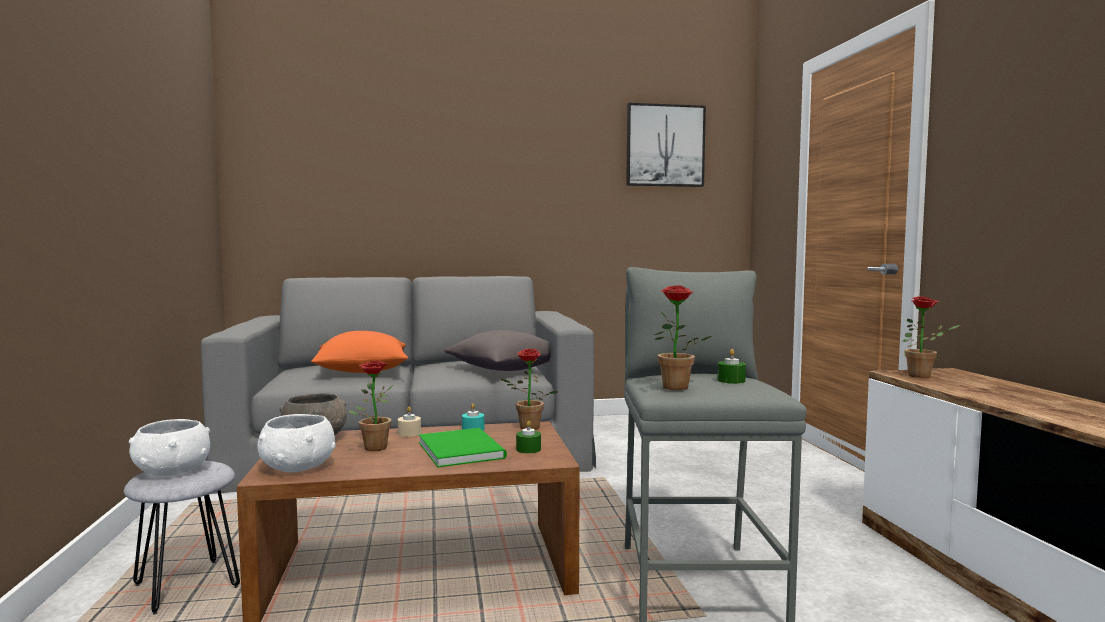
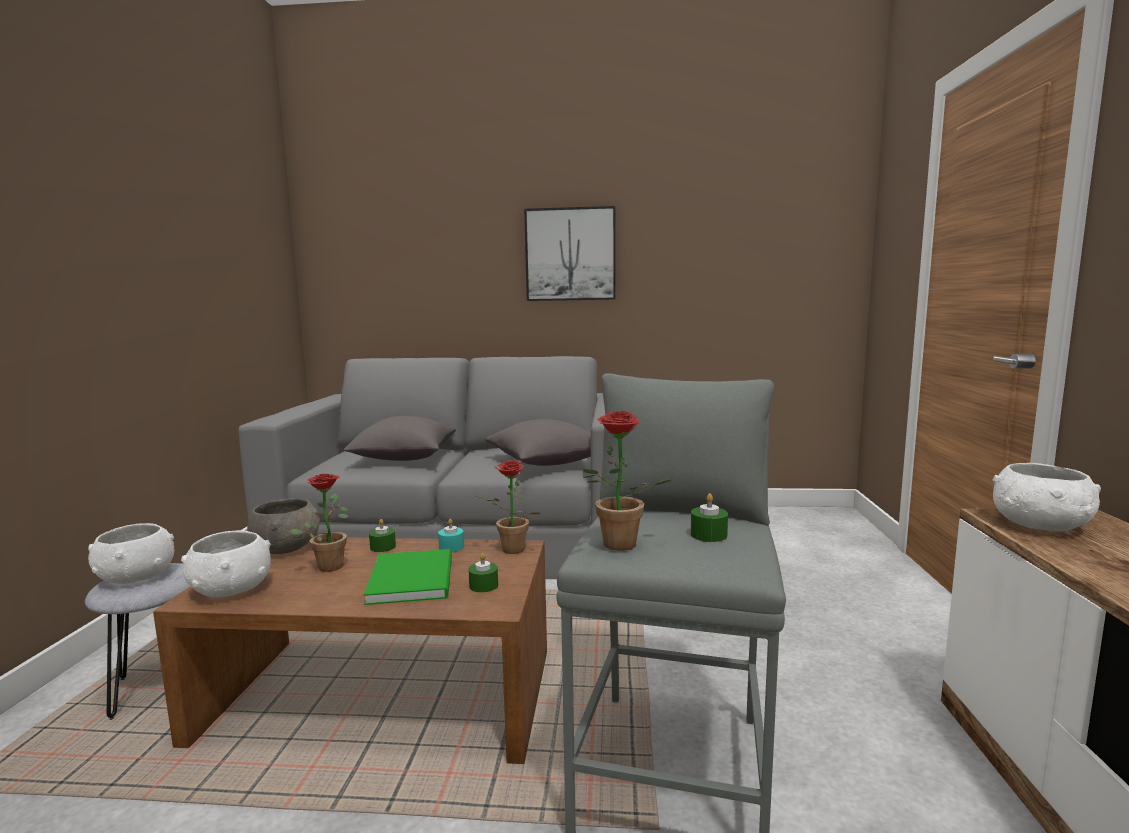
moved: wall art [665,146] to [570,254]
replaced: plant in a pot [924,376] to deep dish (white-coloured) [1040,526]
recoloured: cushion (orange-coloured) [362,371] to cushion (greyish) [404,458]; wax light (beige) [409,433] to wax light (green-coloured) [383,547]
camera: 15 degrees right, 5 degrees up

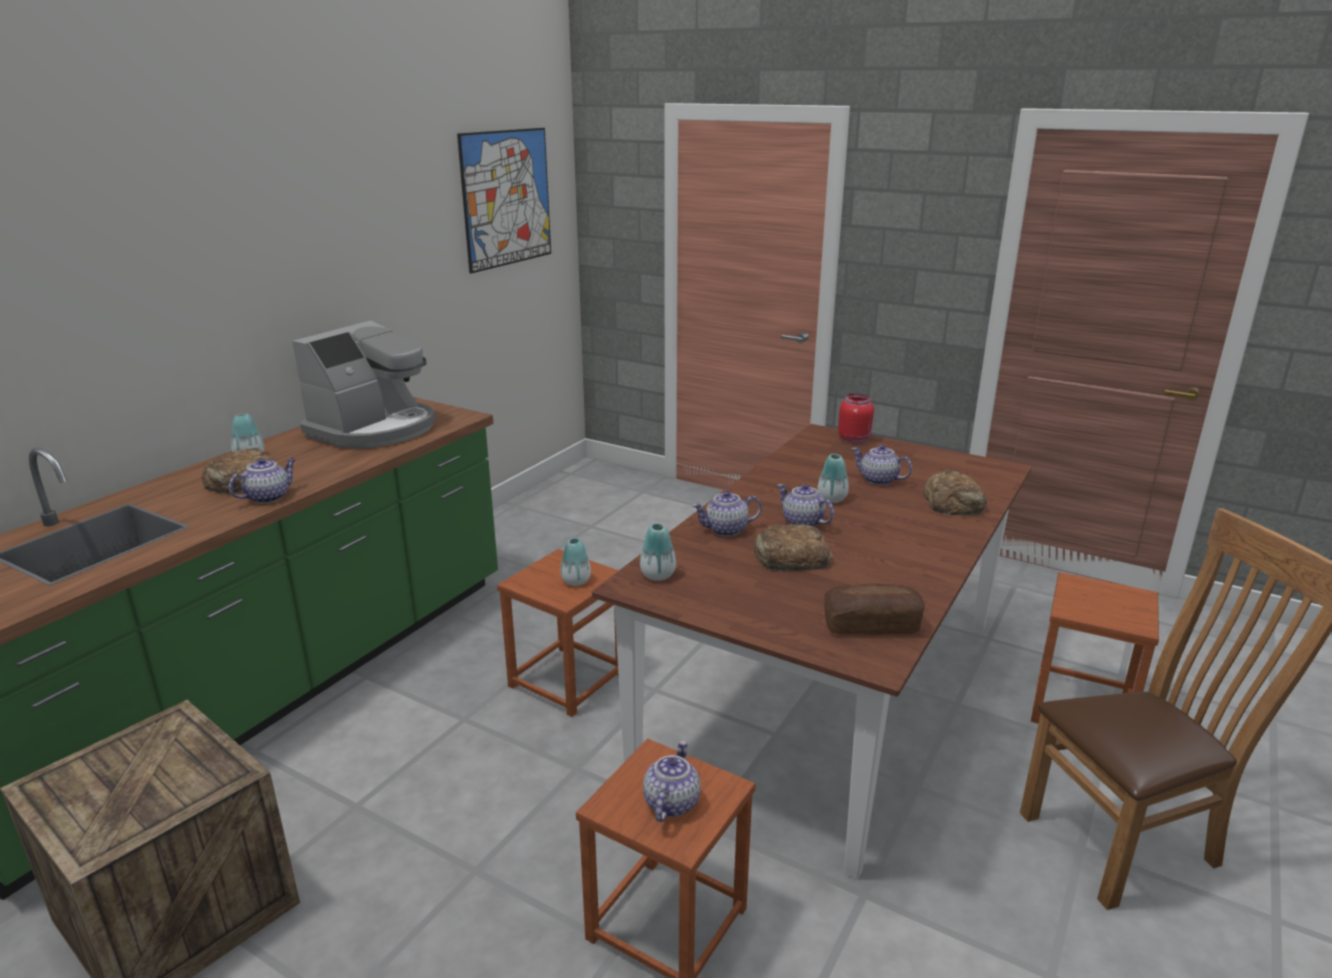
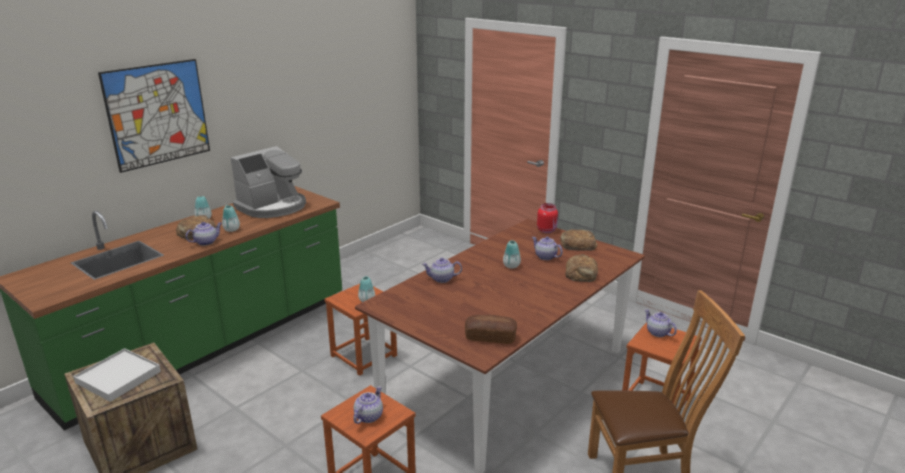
added: serving tray (white-coloured) [118,377]
moved: wall art [507,198] to [158,114]; decorative vase [657,575] to [231,229]; bread [790,557] to [577,244]; pot for tea [802,522] to [657,332]
camera: 10 degrees right, 0 degrees up

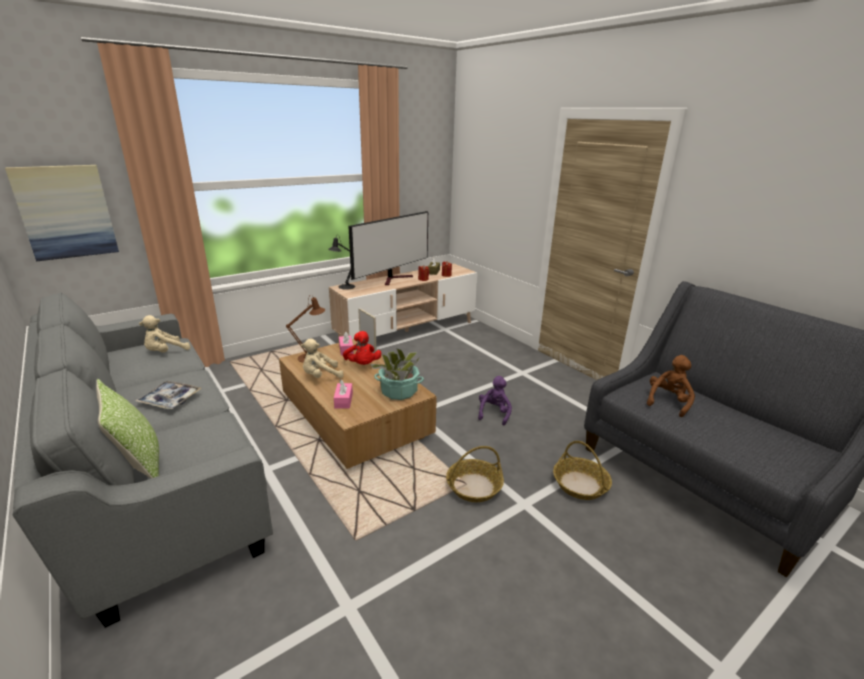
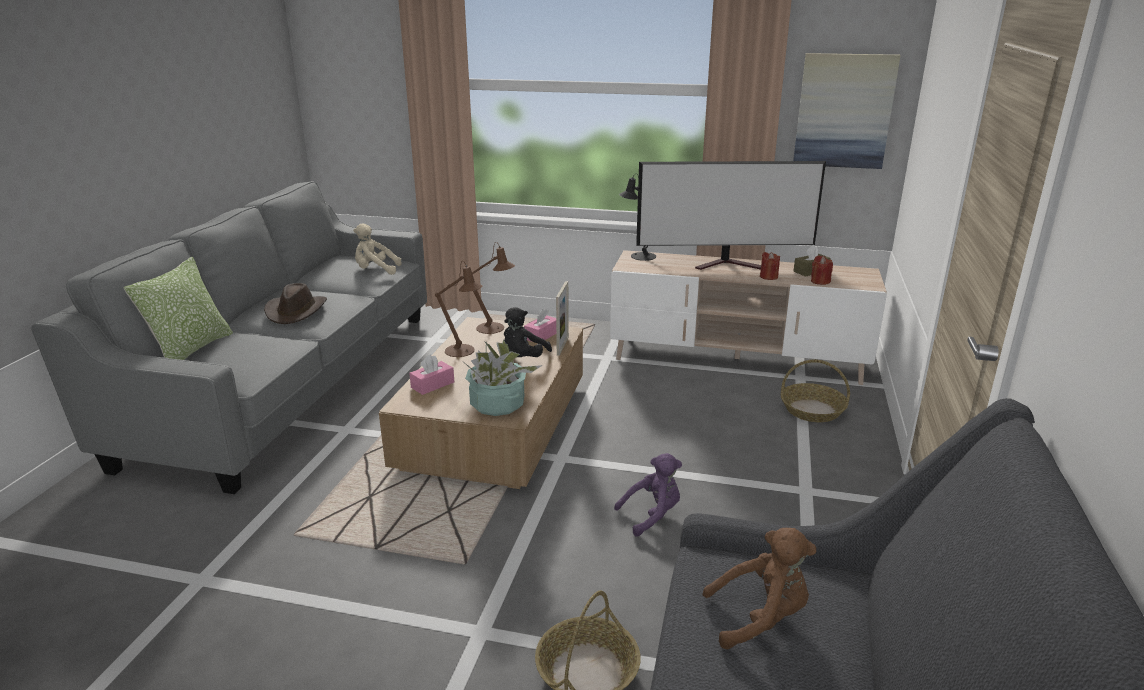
moved: wall art [66,212] to [844,111]; household basket [474,486] to [812,410]
replaced: serving tray [170,399] to clothing hat (brown) [296,311]; soft toy (beige) [321,376] to tabletop lamp (brown) [463,351]
recoloured: soft toy (red-coloured) [362,365] to soft toy (black) [523,359]
camera: 50 degrees right, 0 degrees up

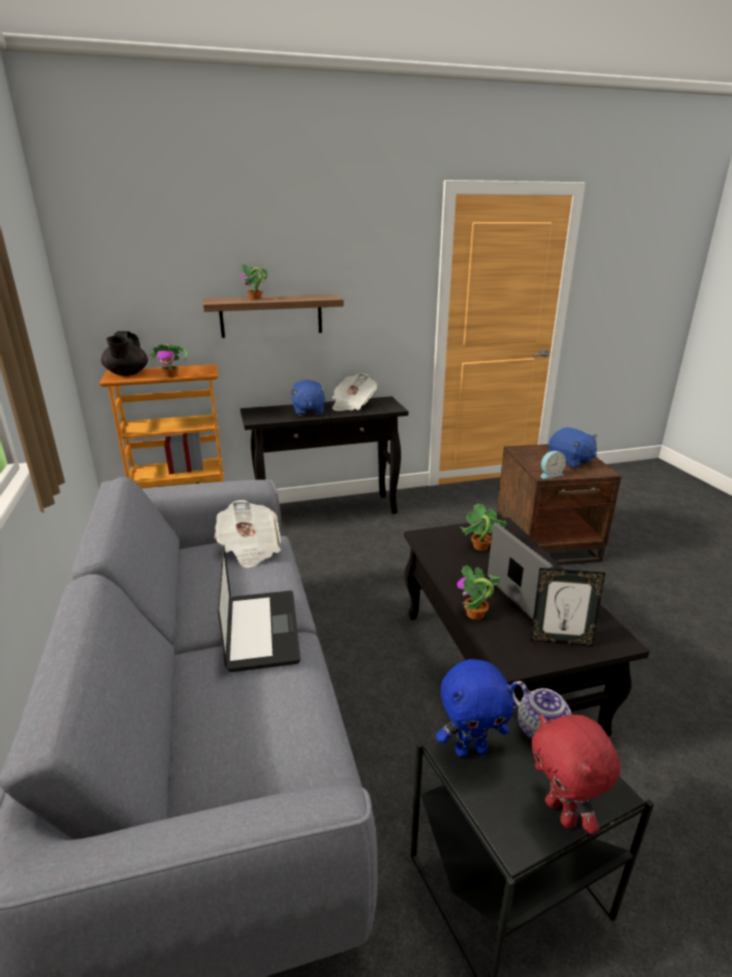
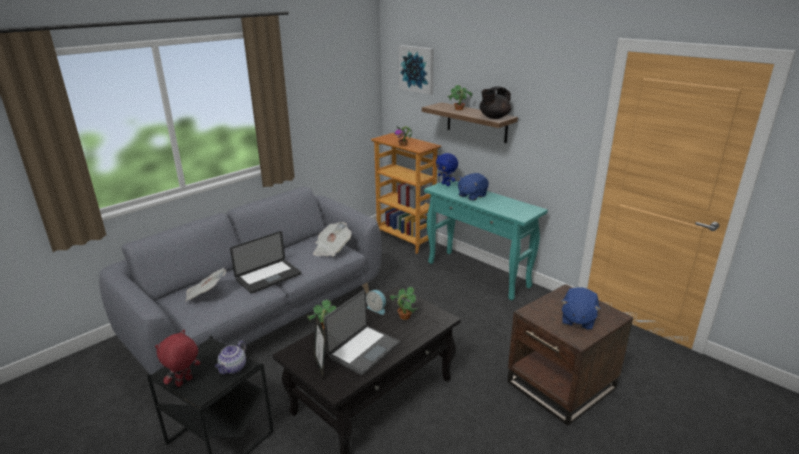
added: wall art [417,69]
moved: pot for tea (black) [127,374] to [494,117]; daily paper [352,405] to [206,294]; soft toy (blue) [470,749] to [446,184]; alarm clock [550,474] to [377,309]
recoloured: console table (black) [328,512] to console table (blue-green) [478,274]
camera: 60 degrees right, 0 degrees up

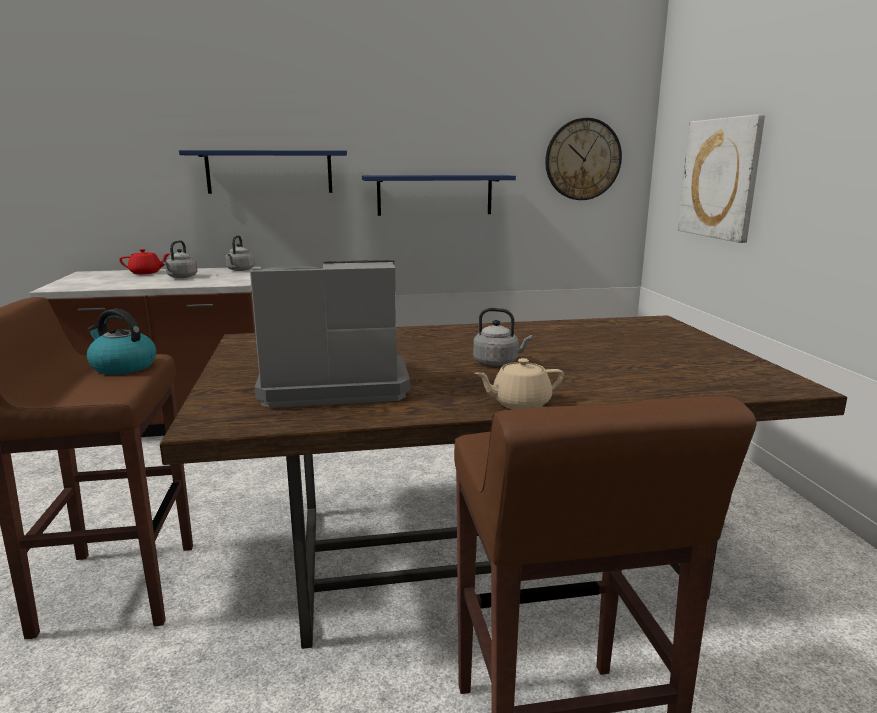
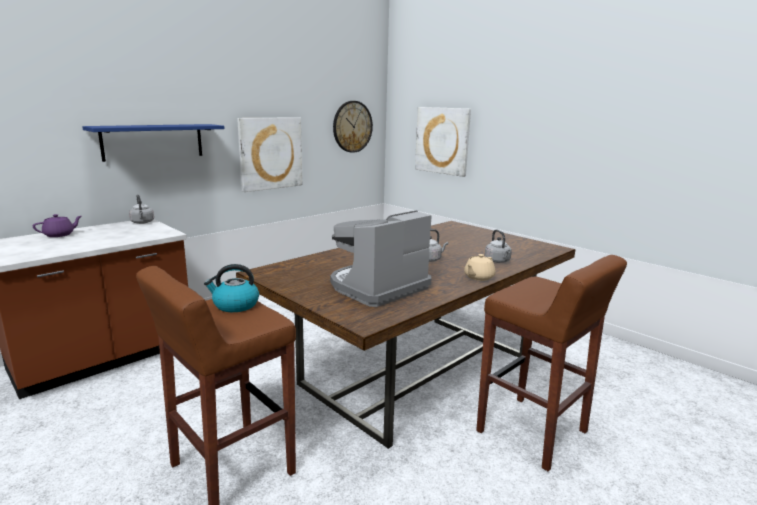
moved: kettle (greyish) [181,277] to [498,261]
replaced: bracket shelf (blue) [435,195] to wall art [270,153]
recoloured: pot for tea (red-coloured) [146,273] to pot for tea (purple) [59,235]
camera: 35 degrees left, 0 degrees up

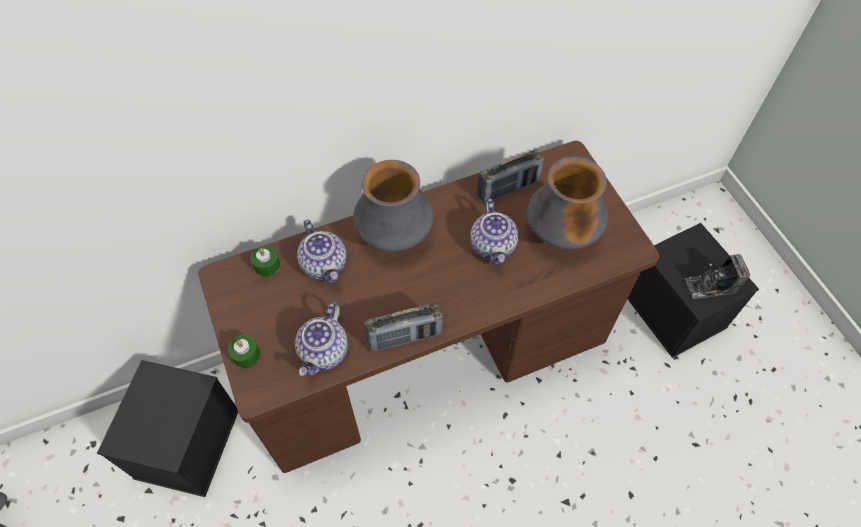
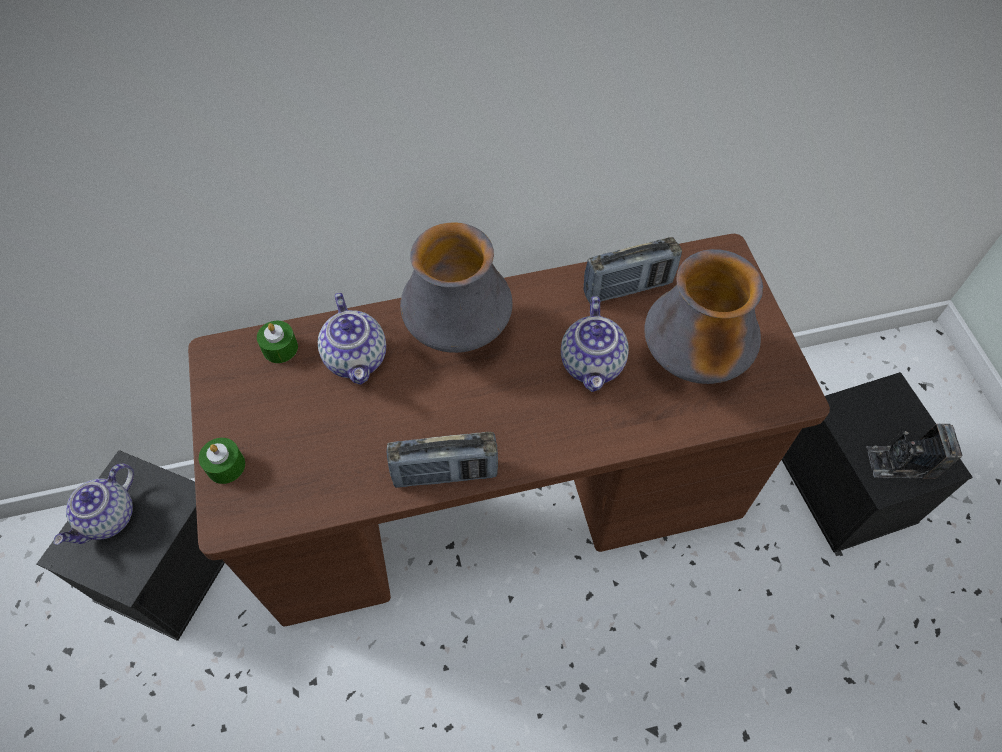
moved: pot for tea [324,352] to [109,518]
camera: 10 degrees right, 0 degrees up

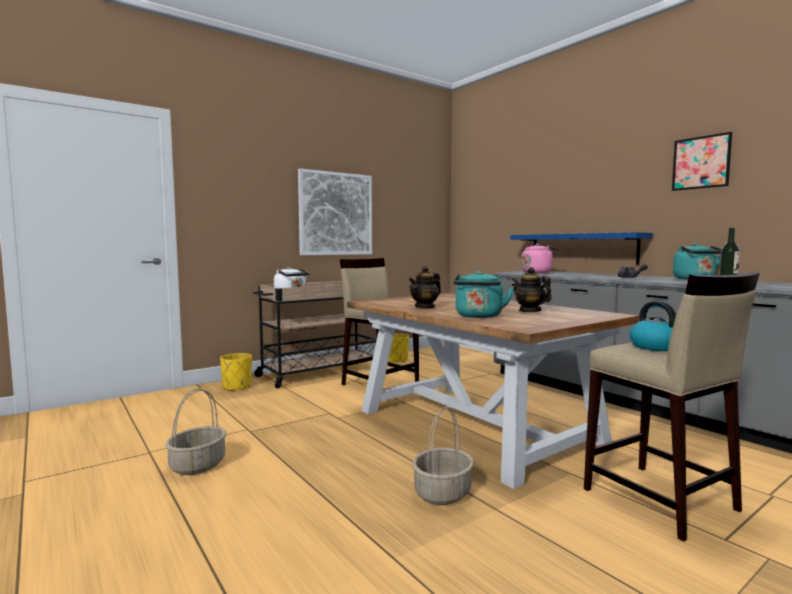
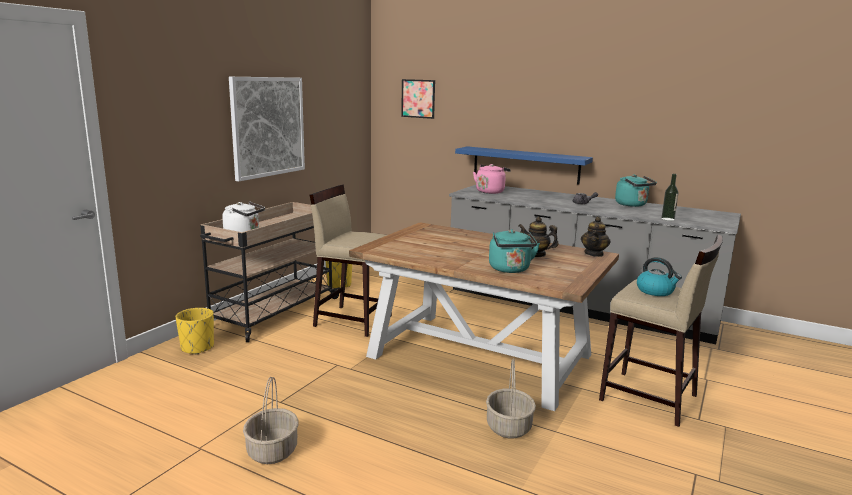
moved: pot for tea [425,307] to [594,254]; wall art [701,162] to [418,98]
camera: 25 degrees left, 10 degrees up

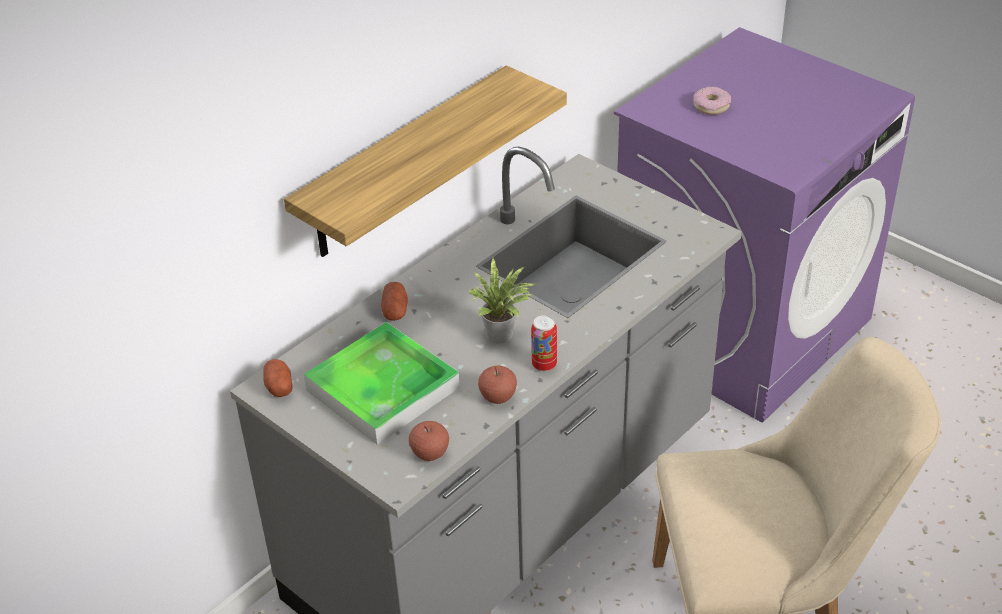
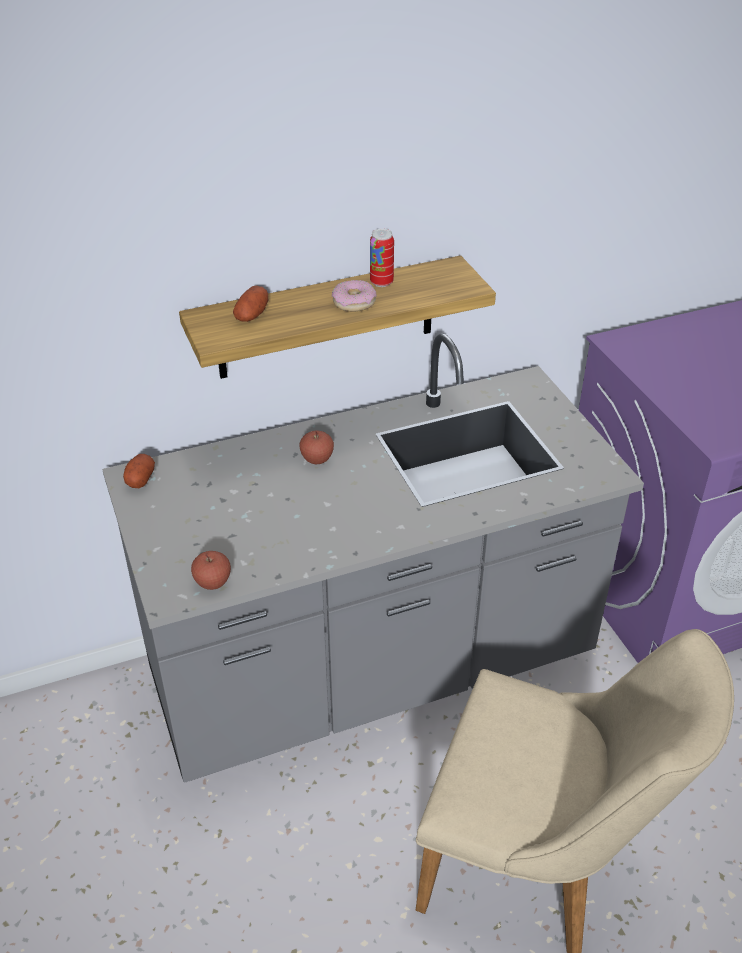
removed: serving tray [382,388]; plant in a pot [502,335]
moved: whole potato [395,310] to [252,315]; apple fruit [498,397] to [317,459]; sealed can [544,365] to [381,282]; doughnut [711,106] to [354,302]
camera: 25 degrees right, 0 degrees up

